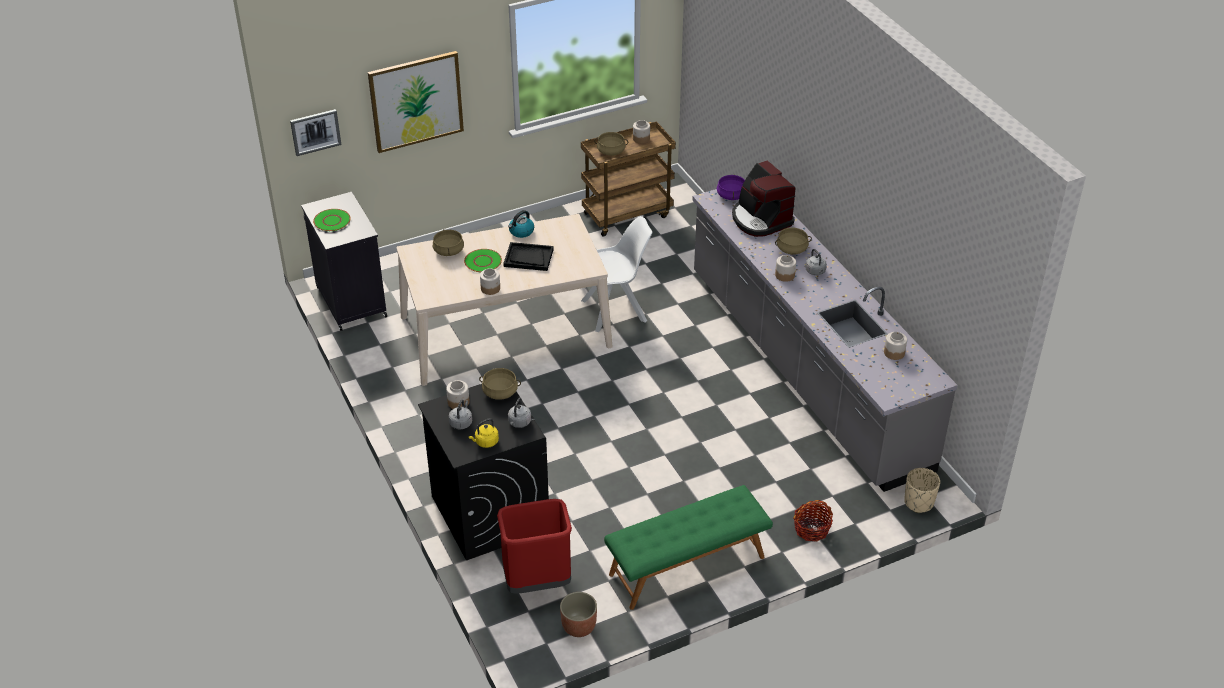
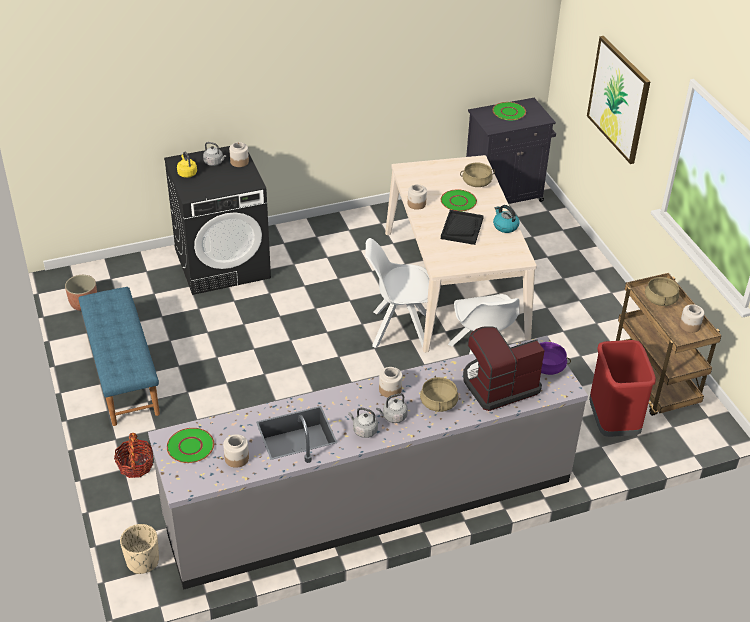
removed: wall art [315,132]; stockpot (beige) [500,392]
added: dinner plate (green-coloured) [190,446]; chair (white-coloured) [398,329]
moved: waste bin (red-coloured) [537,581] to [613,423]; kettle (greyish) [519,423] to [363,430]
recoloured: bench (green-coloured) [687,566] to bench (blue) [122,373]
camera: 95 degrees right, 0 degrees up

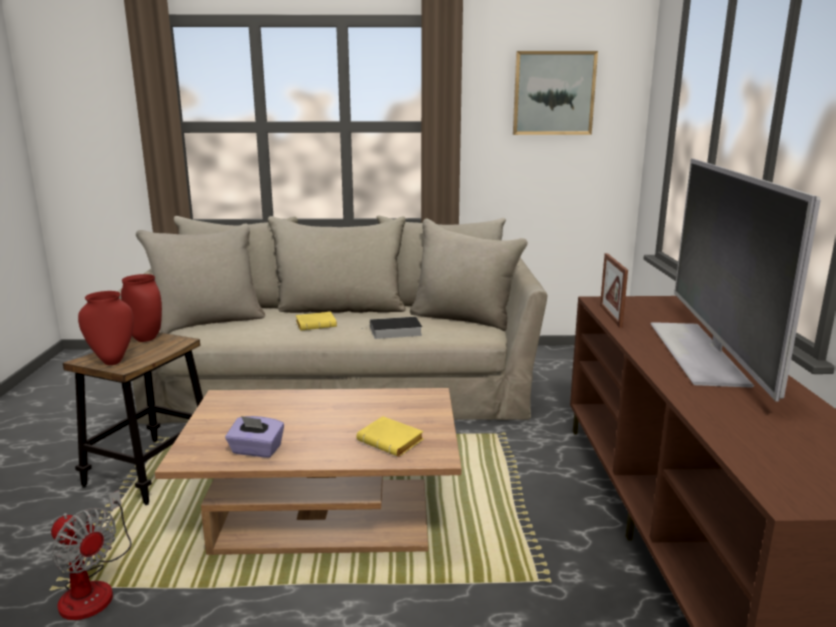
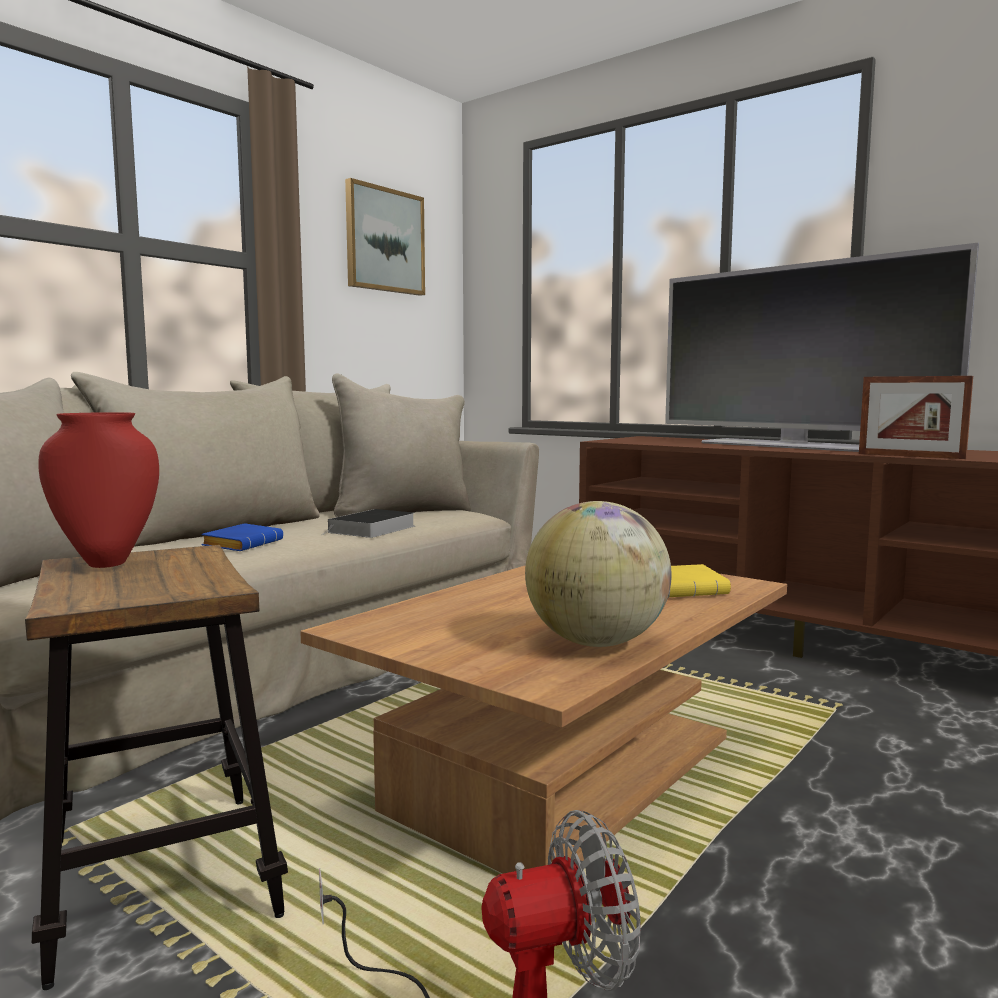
removed: decorative vase (red-coloured) [113,361]
moved: standing frame [610,316] to [910,456]
replaced: tissue box (purple) [256,450] to world globe [596,642]
recoloured: bound book (yellow) [317,324] to bound book (blue) [243,544]
camera: 50 degrees left, 10 degrees down

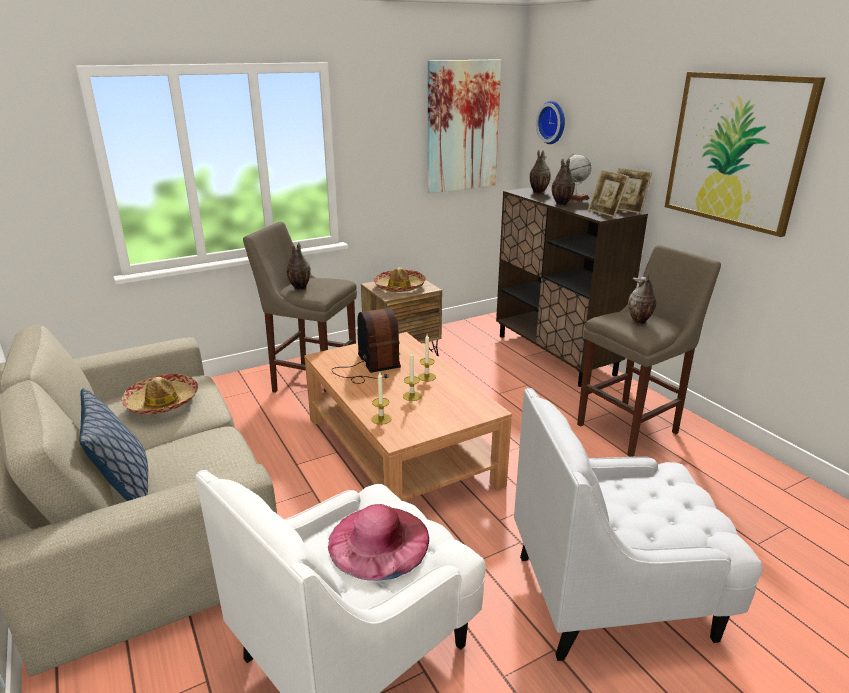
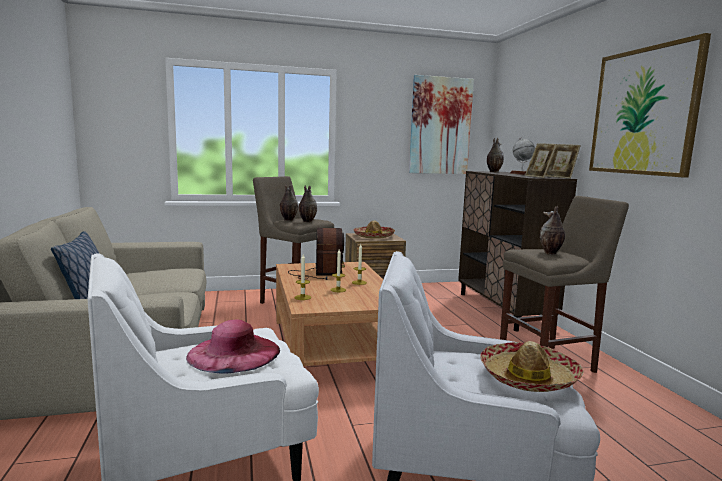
removed: wall clock [553,122]
moved: clothing hat [162,402] to [528,377]; decorative vase [561,204] to [307,221]
camera: 15 degrees right, 15 degrees down

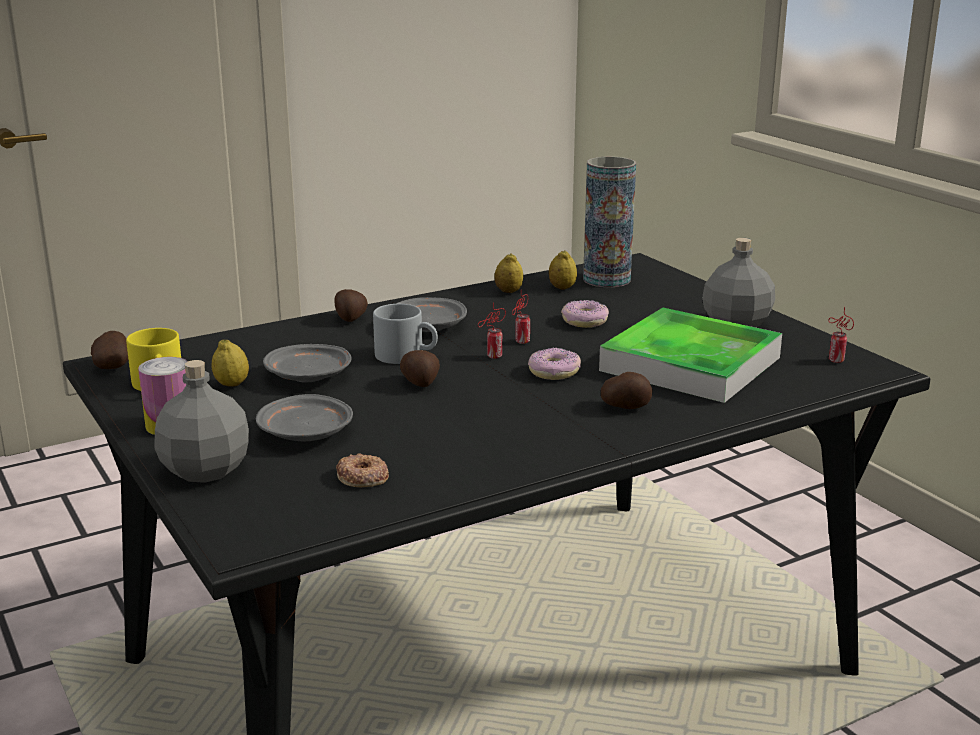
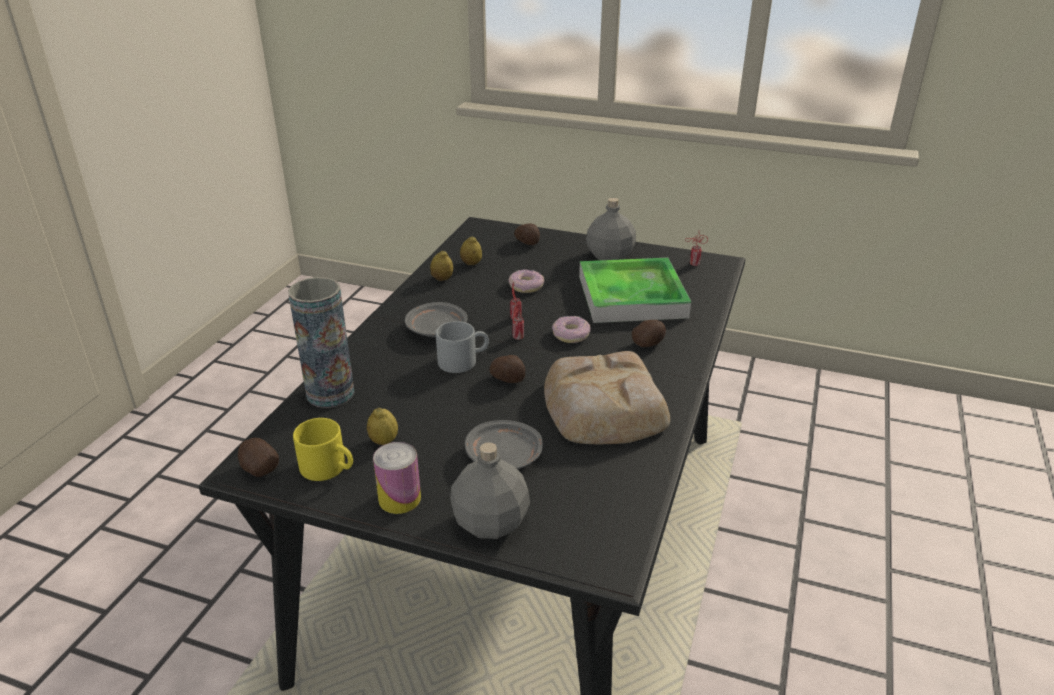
removed: dinner plate (greyish) [309,376]; doughnut [362,477]
added: bread [603,408]
moved: whole potato [350,319] to [528,243]; decorative vase [606,279] to [330,393]
camera: 40 degrees left, 10 degrees up

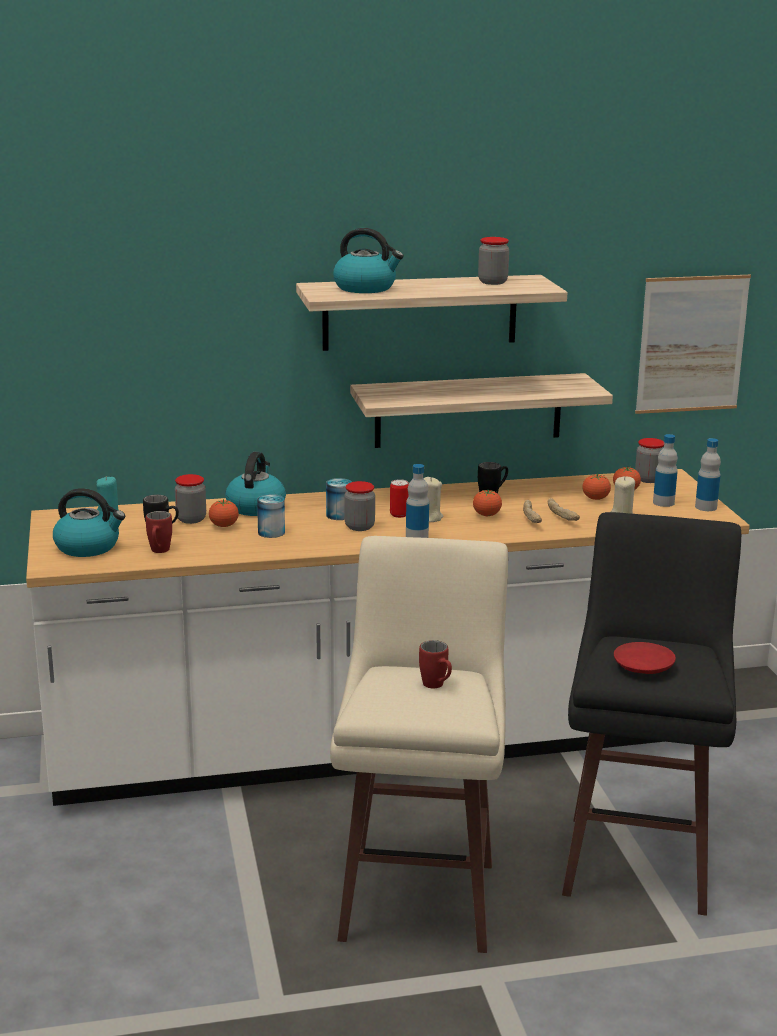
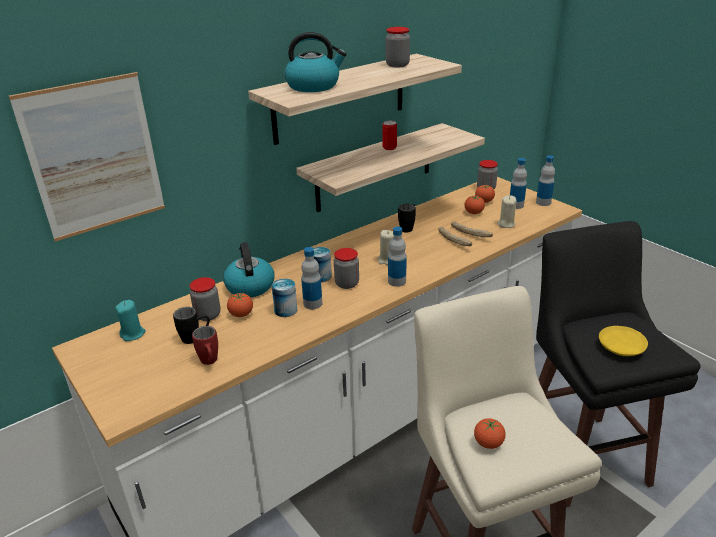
removed: kettle [88,547]; tea mug (red-coloured) [437,686]
added: drink bottle [312,303]
moved: sealed can [399,514] to [389,148]; fresh tomato [486,515] to [488,443]; wall art [691,344] to [94,157]
recoloured: dinner plate (red-coloured) [642,667] to dinner plate (yellow) [620,347]
camera: 25 degrees left, 10 degrees up

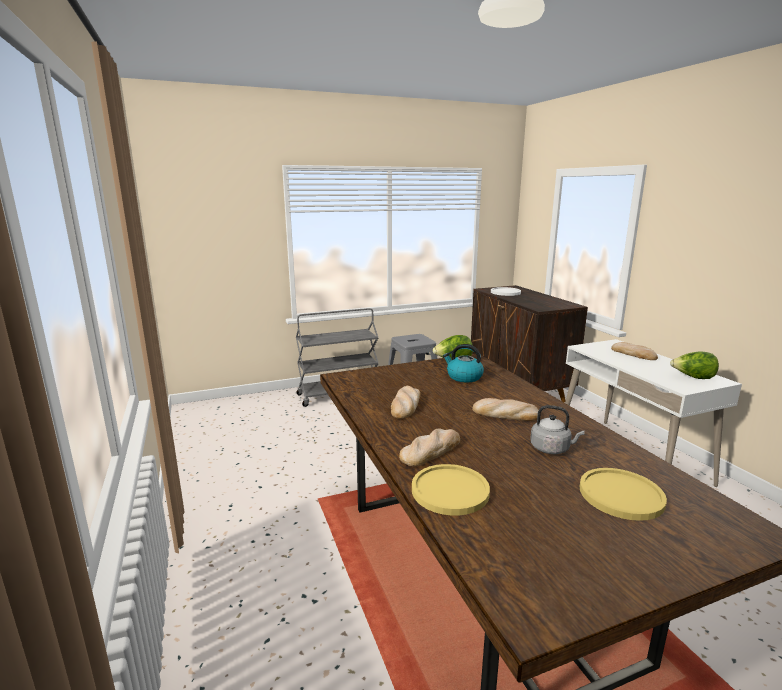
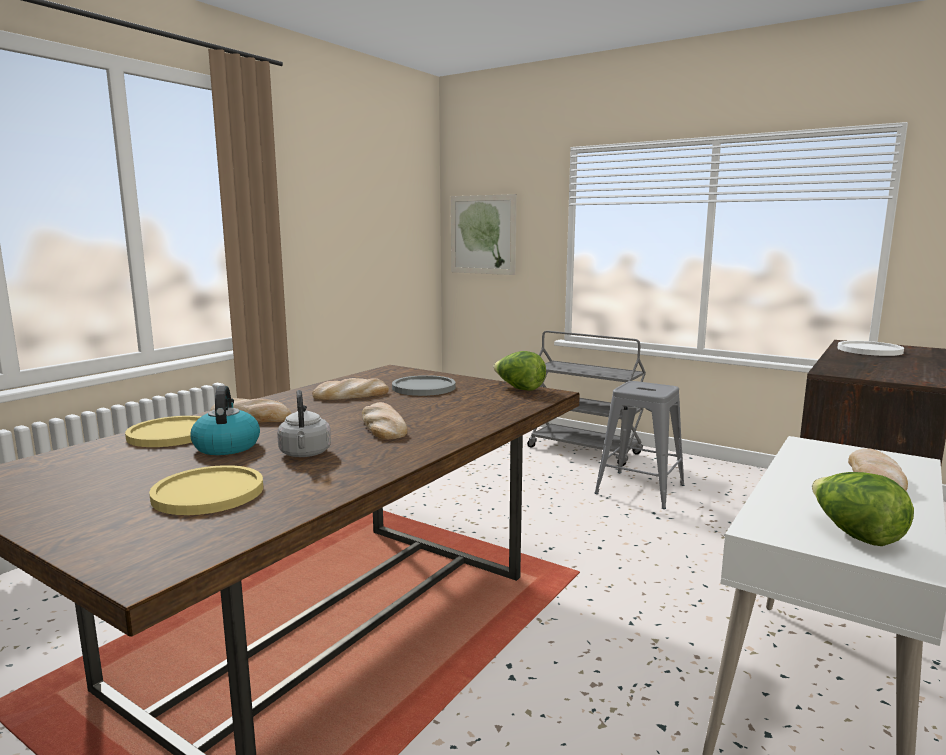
added: dinner plate (greyish) [423,387]; wall art [483,234]
moved: kettle [464,377] to [226,446]
camera: 55 degrees right, 5 degrees down

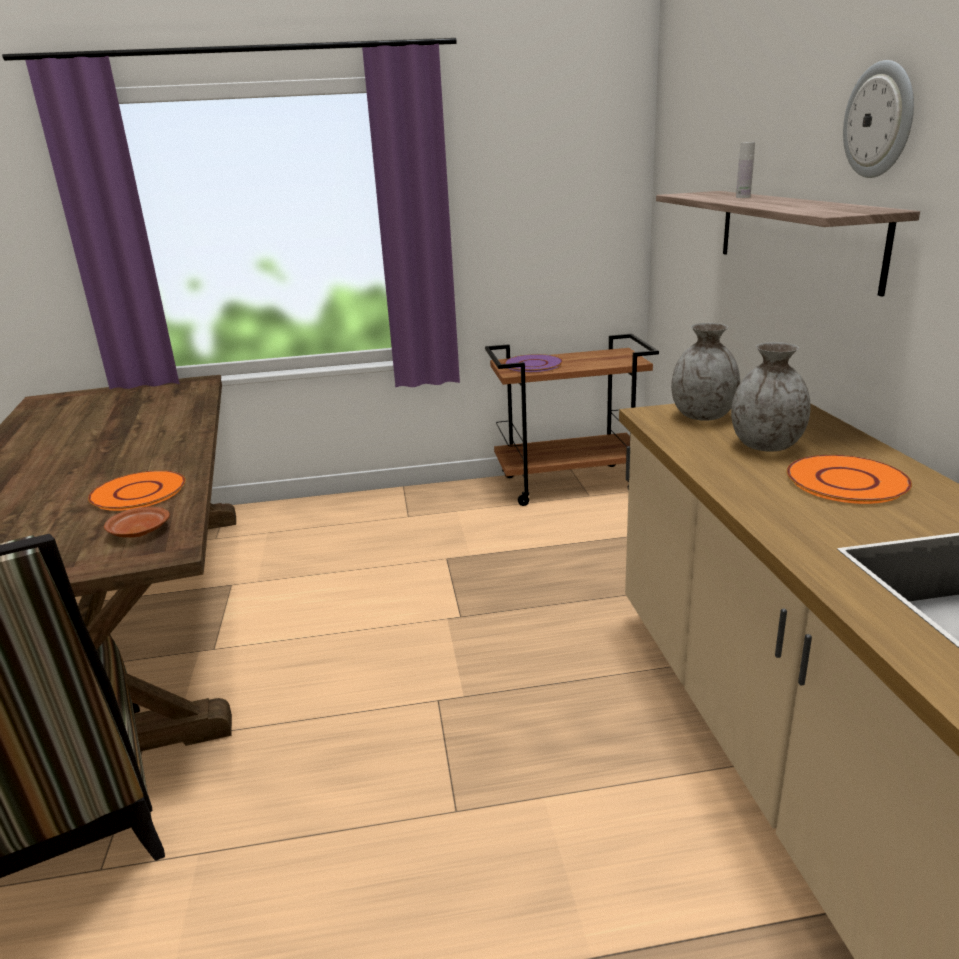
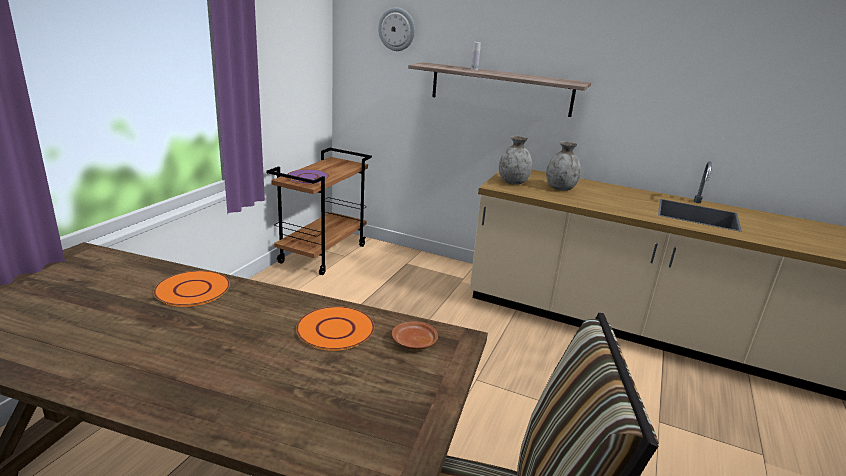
moved: dinner plate (orange-coloured) [847,481] to [193,289]; wall clock [880,120] to [397,29]
camera: 60 degrees left, 0 degrees up

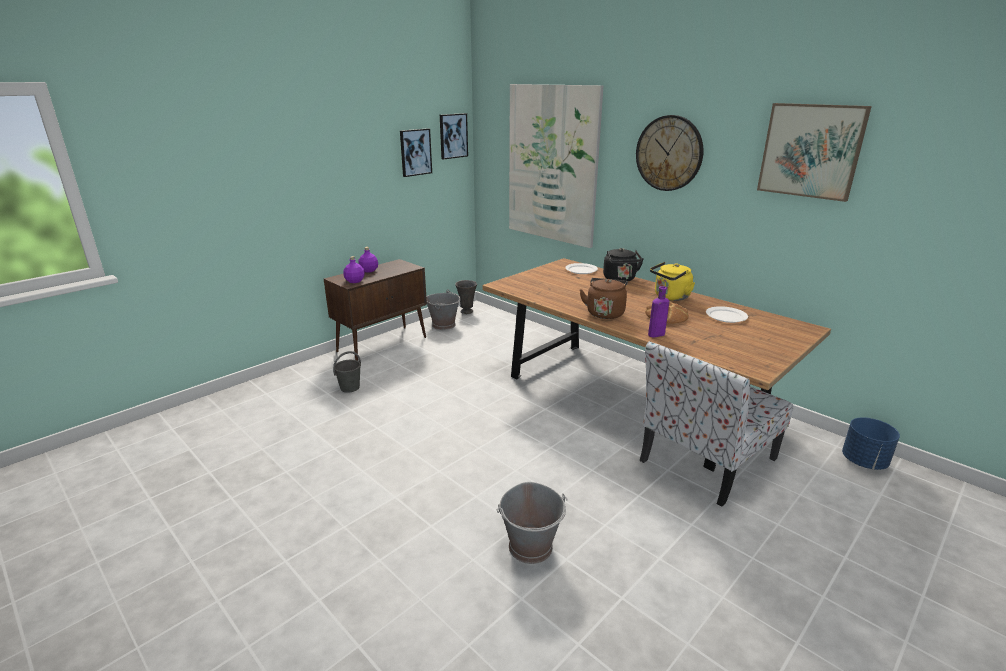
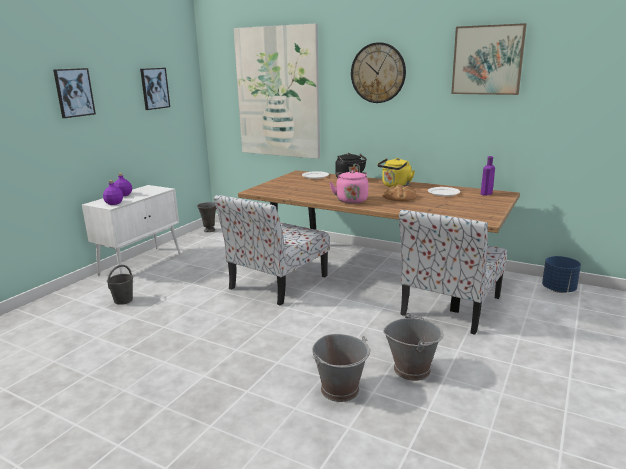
added: chair [277,283]
moved: water bucket (greyish) [444,325] to [412,369]; wall art [453,136] to [74,92]; drink bottle (purple) [655,335] to [486,194]
recoloured: storage cabinet (brown) [383,344] to storage cabinet (white-coloured) [141,263]; kettle (brown) [605,313] to kettle (pink) [351,200]
camera: 15 degrees left, 5 degrees down

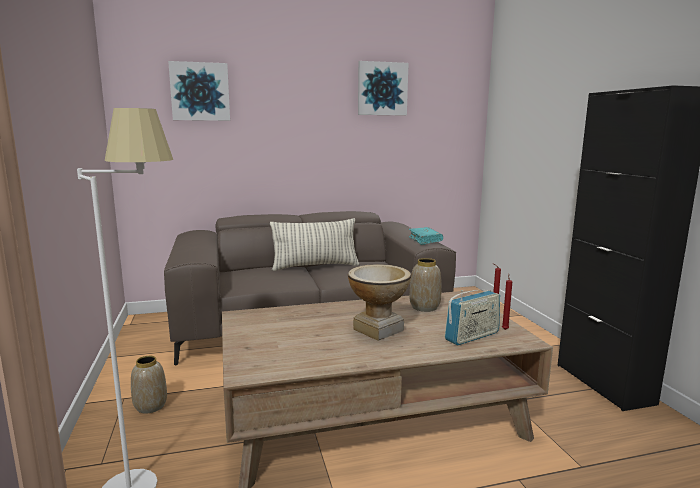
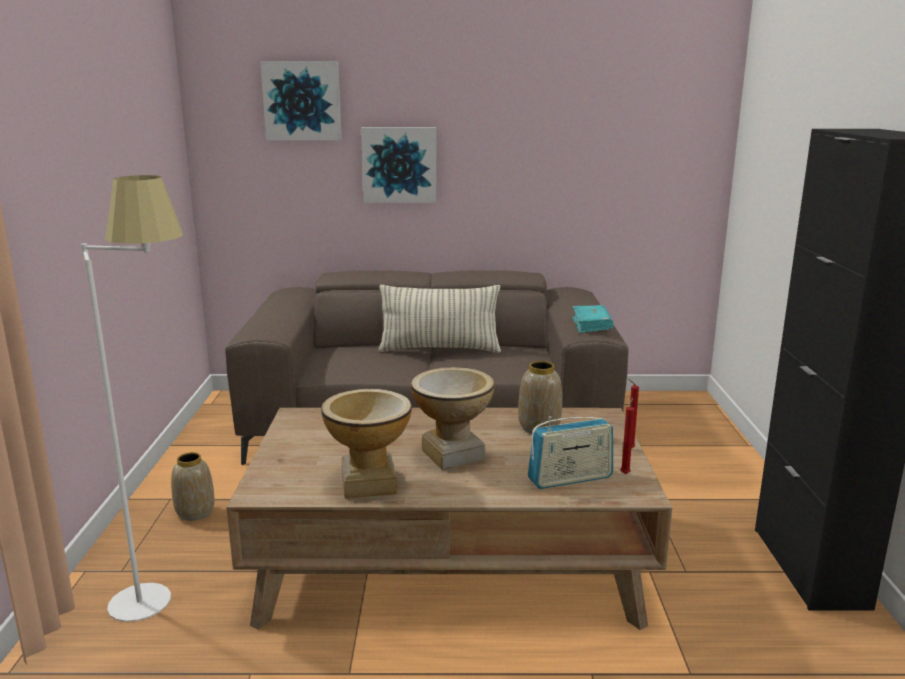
added: decorative vase [369,483]
moved: wall art [382,89] to [399,164]
camera: 15 degrees right, 5 degrees up

